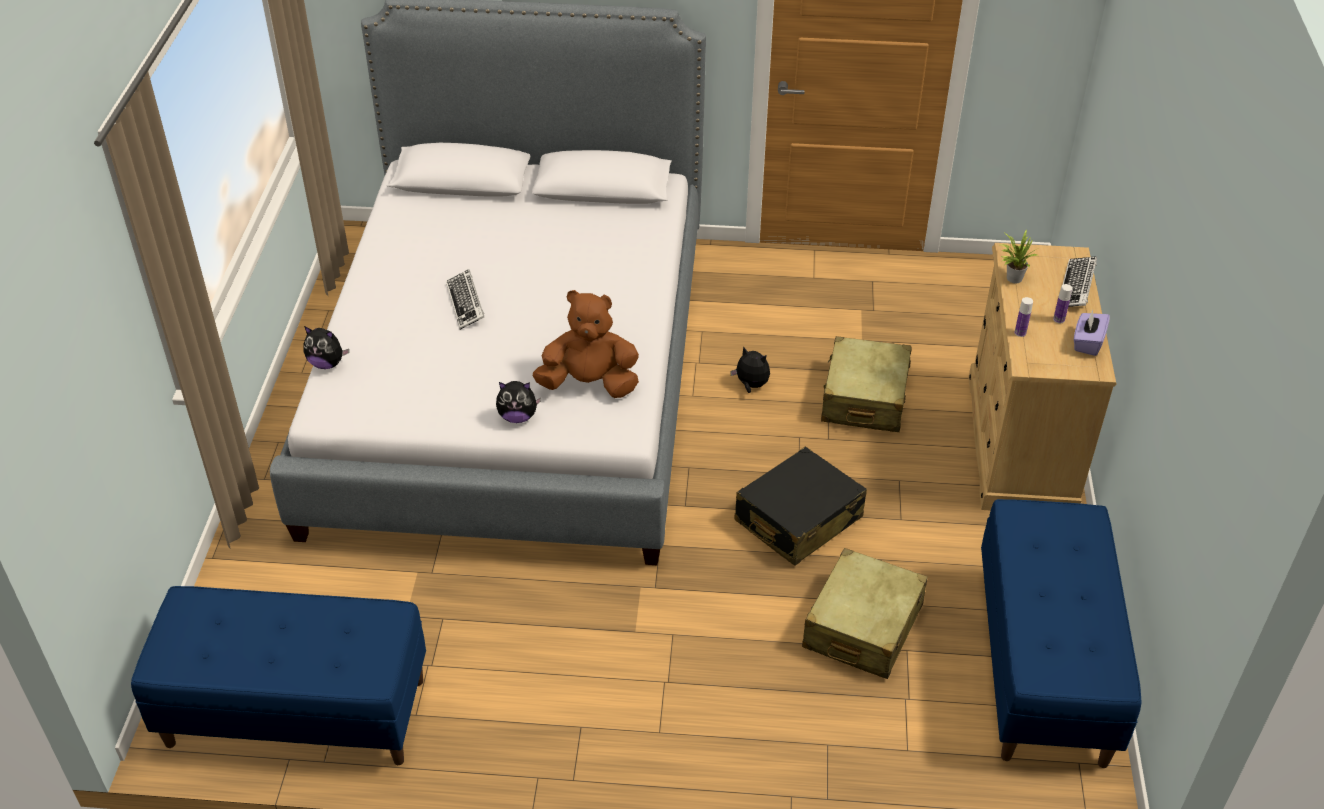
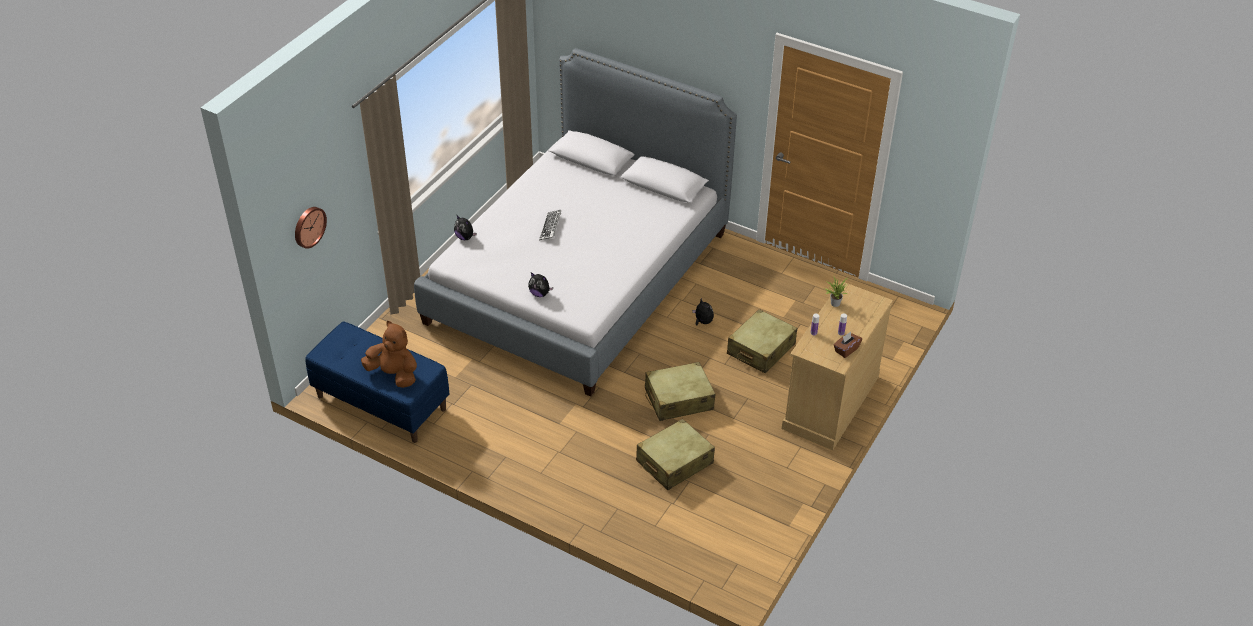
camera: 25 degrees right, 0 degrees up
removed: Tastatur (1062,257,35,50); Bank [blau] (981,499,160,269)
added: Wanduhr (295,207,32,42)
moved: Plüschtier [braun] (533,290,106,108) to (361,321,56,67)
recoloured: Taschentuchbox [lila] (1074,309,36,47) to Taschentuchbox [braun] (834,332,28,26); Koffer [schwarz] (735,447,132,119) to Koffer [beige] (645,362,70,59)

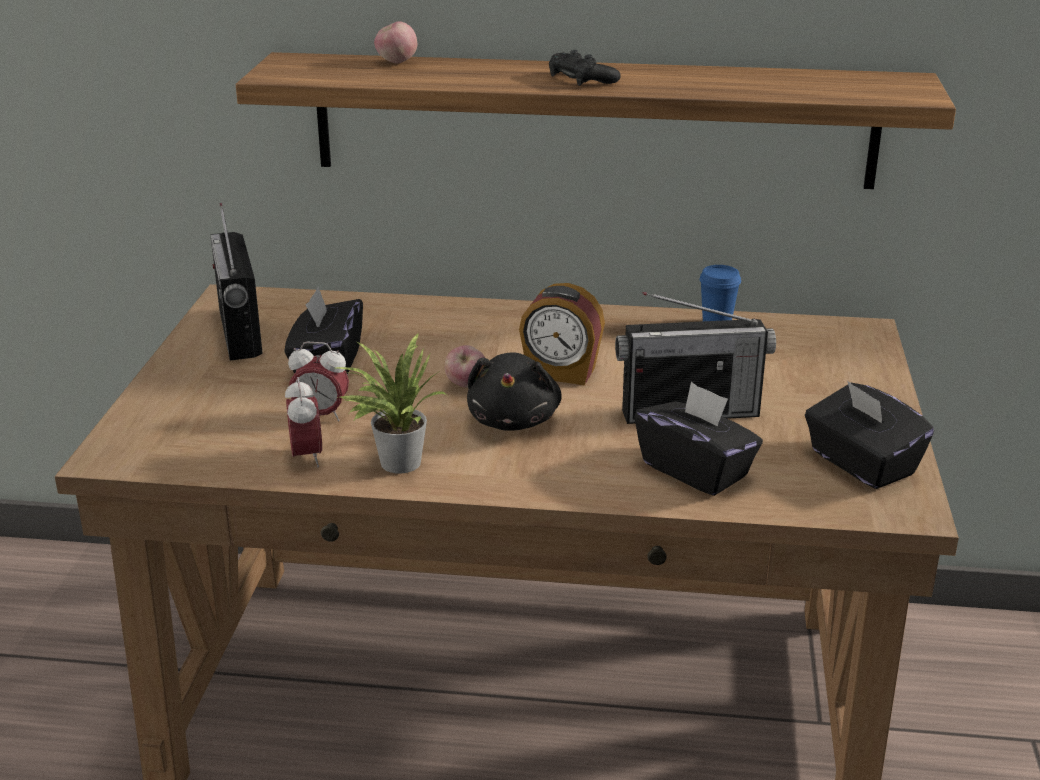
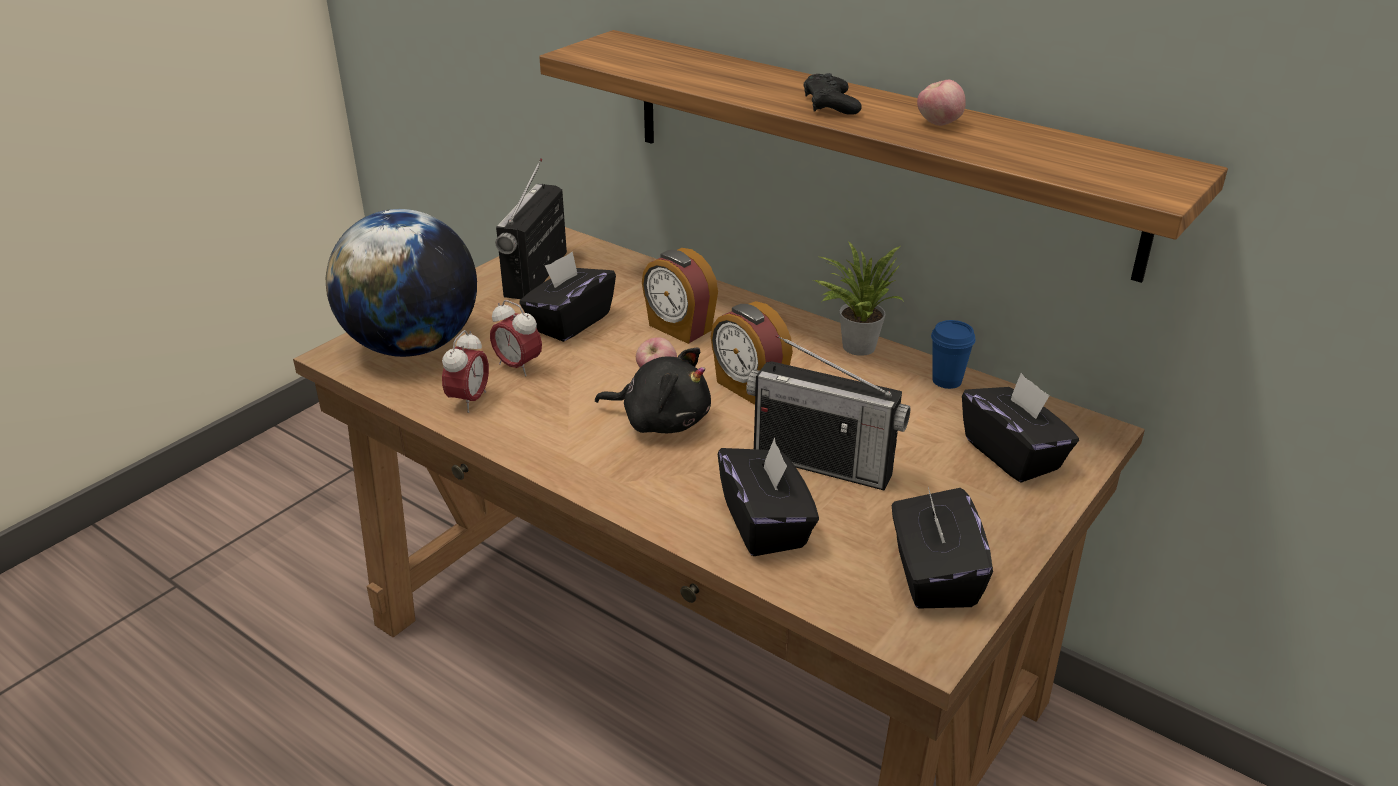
camera: 30 degrees right, 5 degrees up
added: Globus (326,209,151,148); Wecker (642,248,76,96); Taschentuchbox [schwarz] (962,373,117,110)
moved: Apfel (374,21,43,42) to (917,80,49,46); Topfpflanze (337,334,111,139) to (814,241,90,115)
turned: Plüschtier [schwarz] (467,352,95,79) = (595,347,116,86) 105 degrees counterclockwise

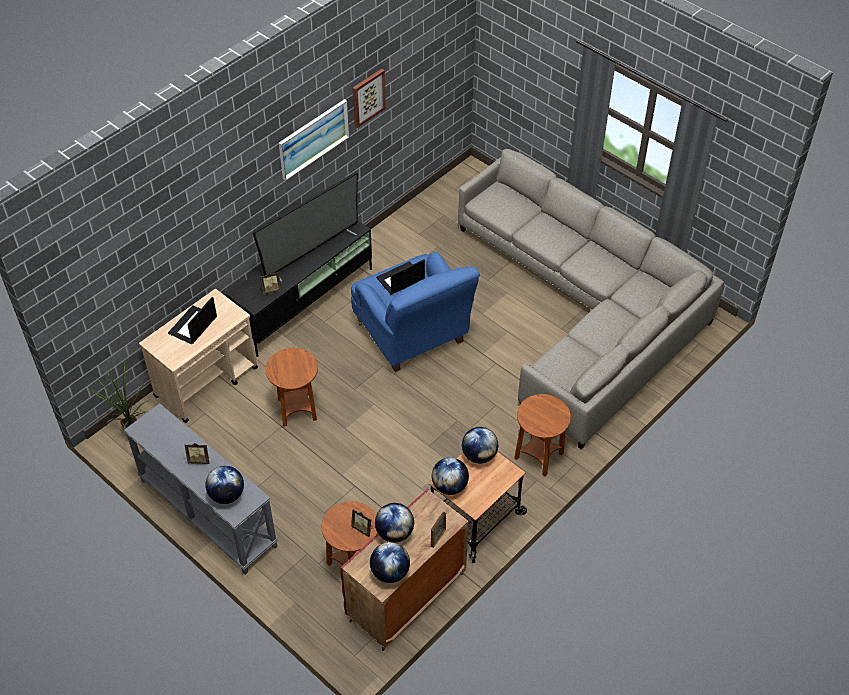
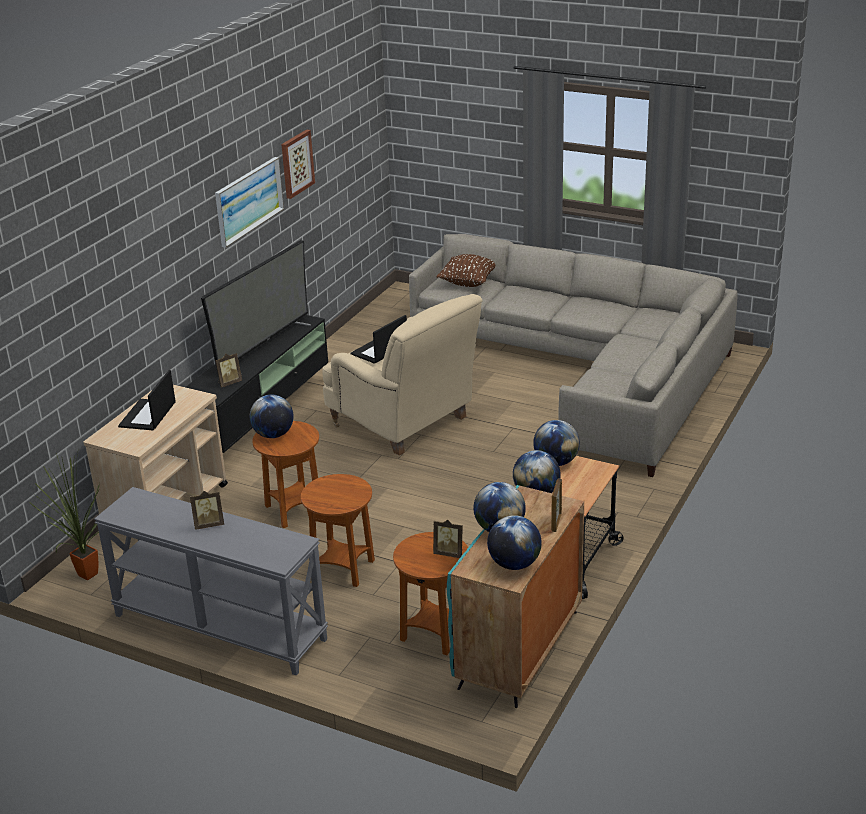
camera: 15 degrees left, 20 degrees down
added: Kissen [braun] (437,254,58,33)
moved: Beistelltisch [braun] (514,394,57,82) to (301,474,74,113); Globus (205,466,39,38) to (250,395,43,43)
recoloured: Sessel [blau] (351,252,129,120) to Sessel [beige] (323,294,159,162); Schrank [rot] (340,489,129,162) to Schrank [türkis] (447,485,137,223)

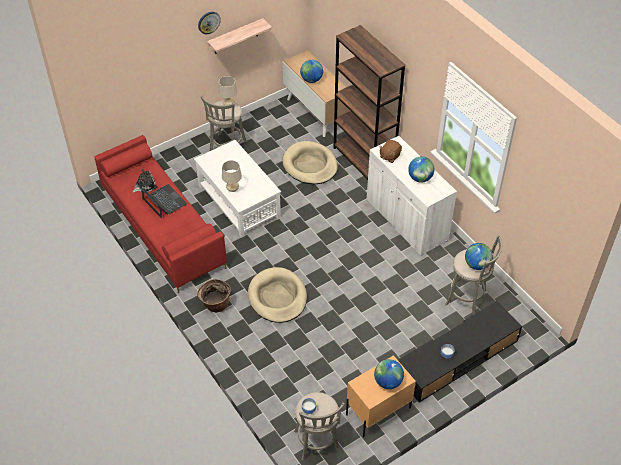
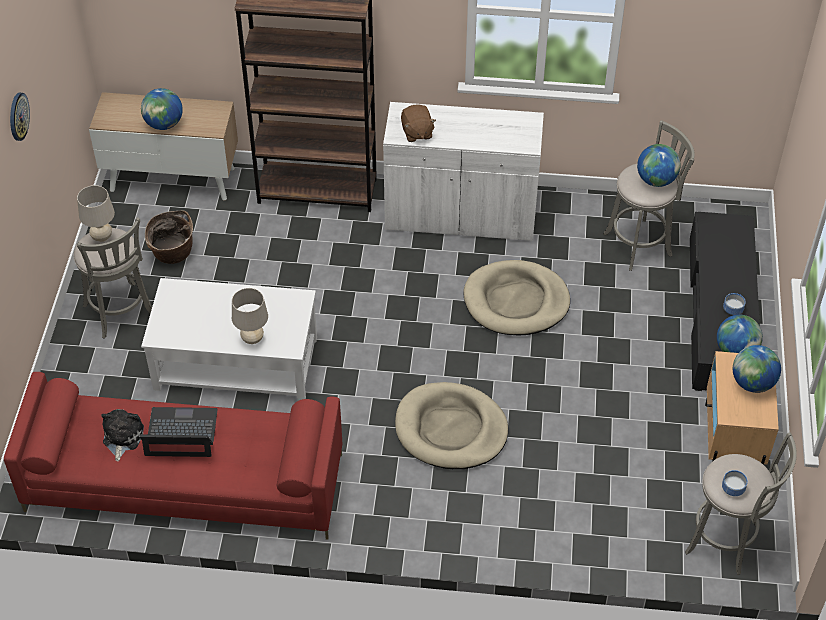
camera: 50 degrees left, 0 degrees up
removed: Wandregal (207,18,65,36)
moved: Hundebett [beige] (283,141,55,43) to (463,260,107,76); Globus (408,156,26,27) to (717,315,46,38); Korb (197,279,34,33) to (145,210,48,54)

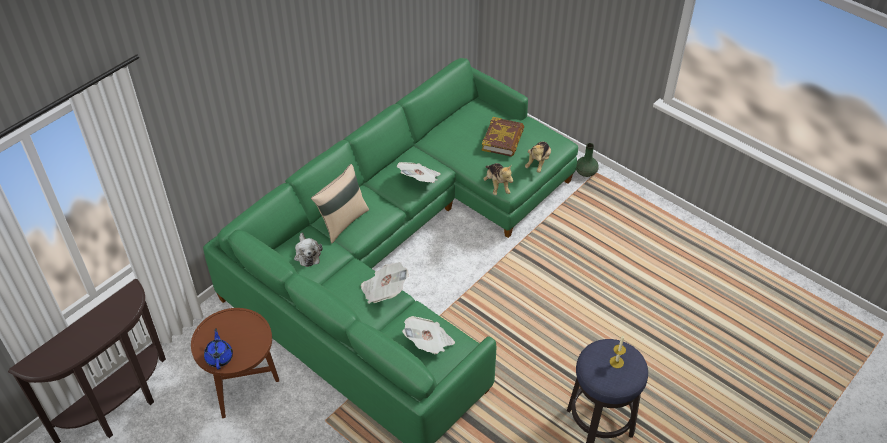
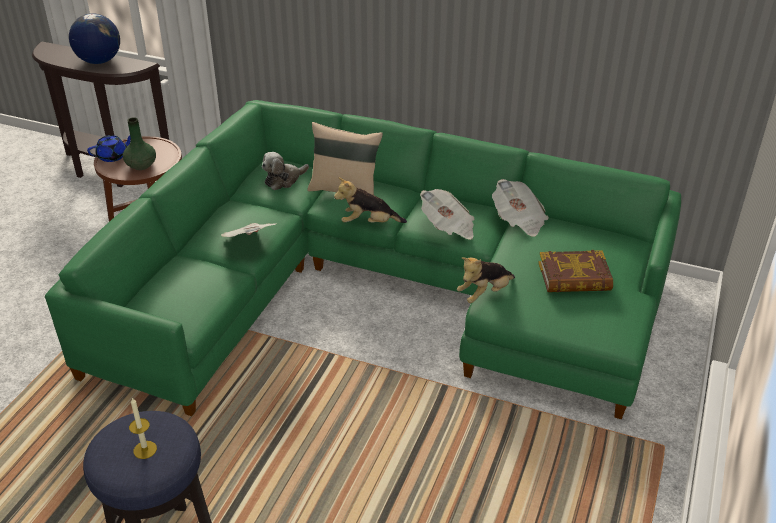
camera: 70 degrees right, 10 degrees down
added: Globus (69,13,51,51)
moved: Plüschtier (525,141,26,32) to (334,177,73,46); Vase [grün] (576,143,23,34) to (123,117,33,53); Zeitung (402,316,53,38) to (492,179,57,58)

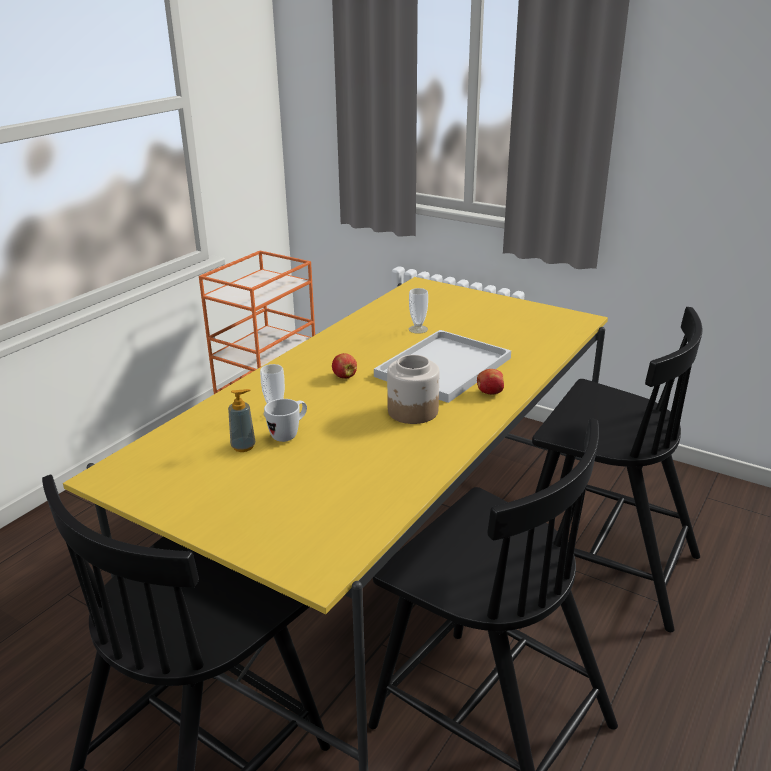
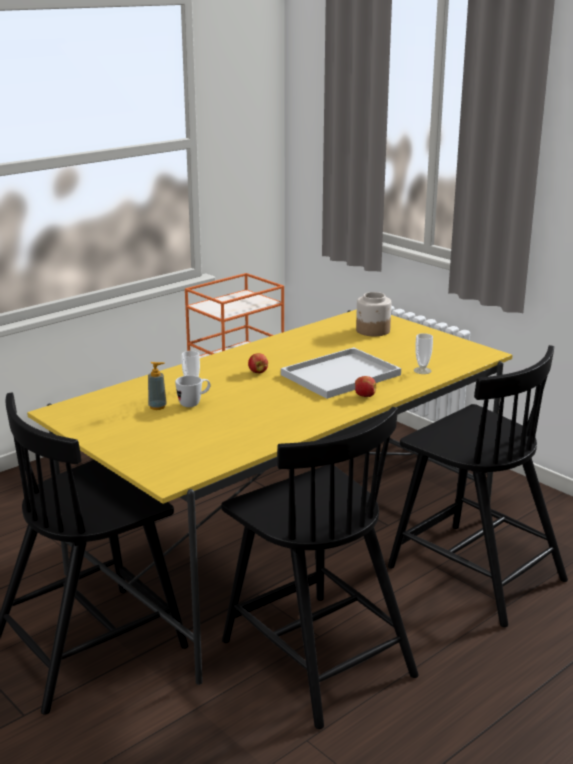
camera: 15 degrees right, 5 degrees down
moved: Tasse (409,288,19,46) to (414,333,19,41); Vorratsglas (387,355,52,69) to (356,292,35,44)

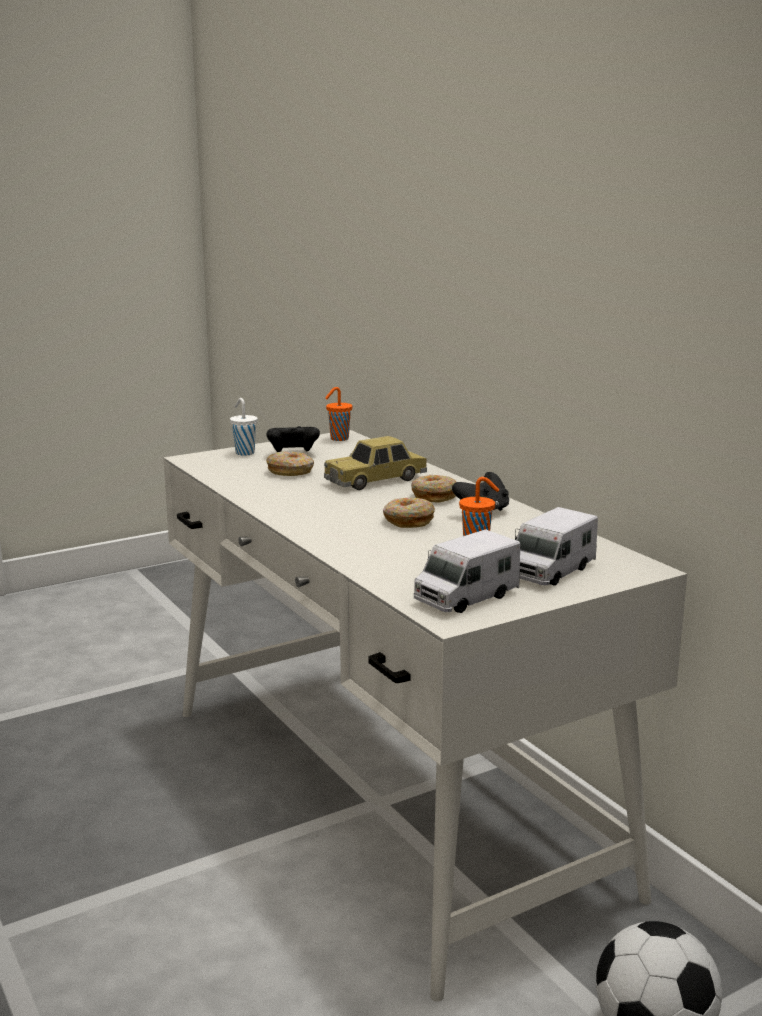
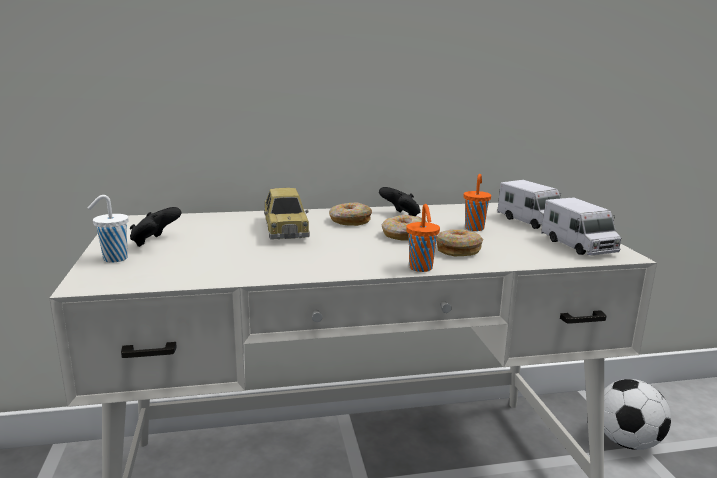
camera: 70 degrees left, 0 degrees up
moved: Tasse [orange] (325,387,28,54) to (406,204,34,68); Donut (266,451,48,25) to (436,229,47,27)

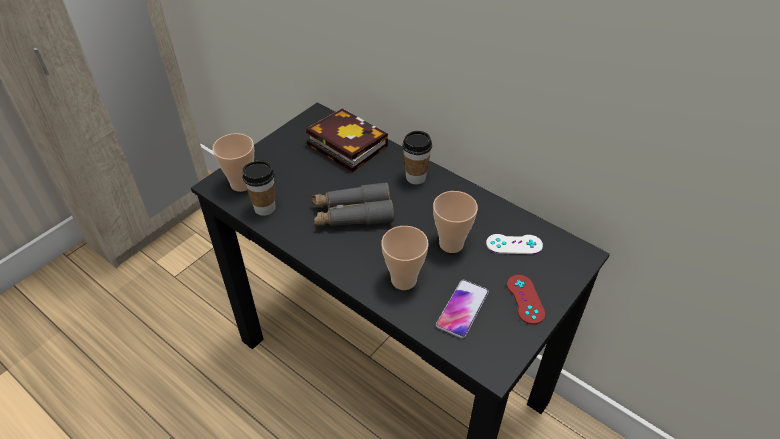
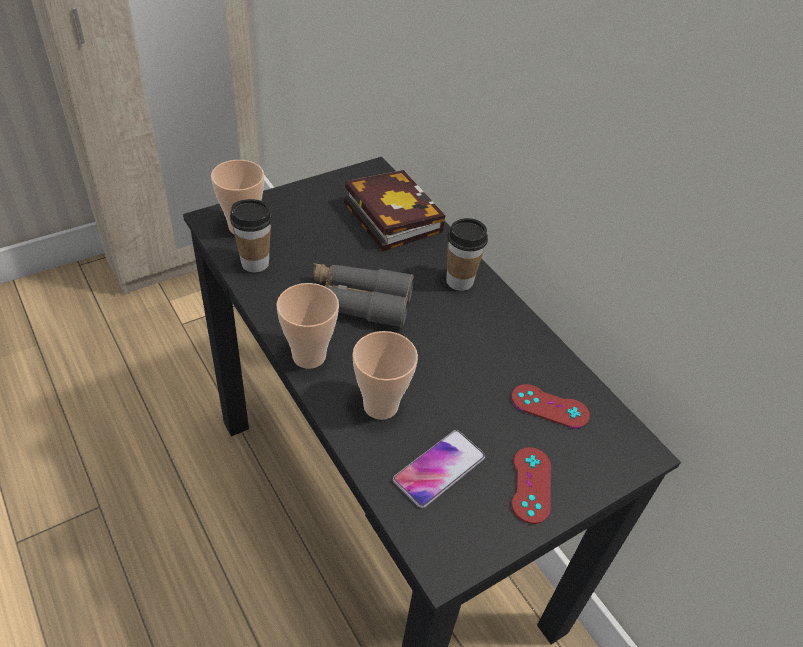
camera: 15 degrees right, 0 degrees up
moved: Tasse (433,191,45,62) to (277,283,62,86)
recoloured: Gamepad [weiß] (486,234,57,20) to Gamepad [rot] (511,384,79,44)

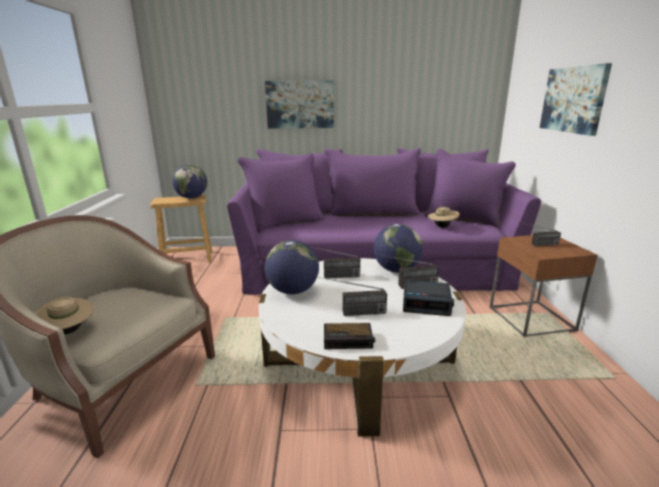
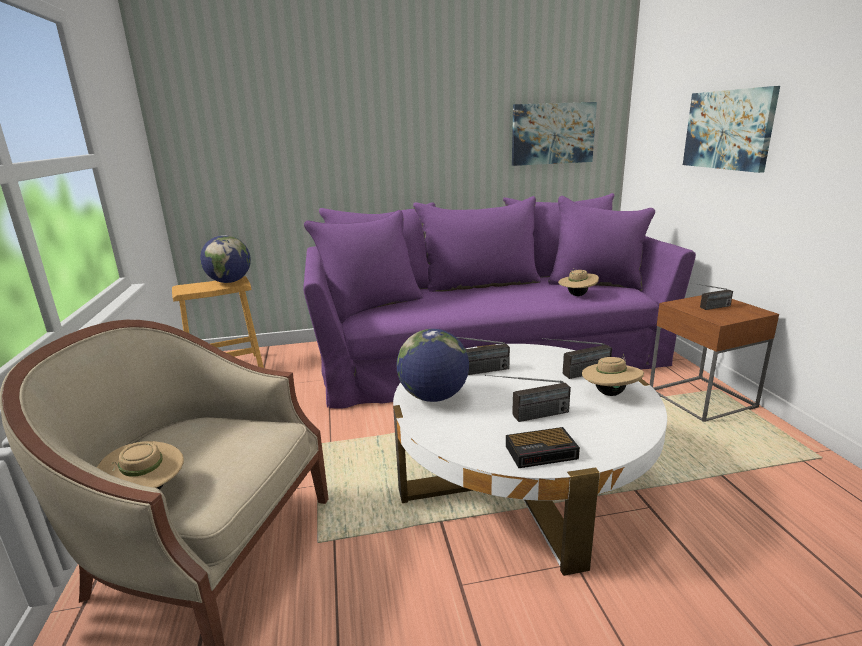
camera: 10 degrees left, 0 degrees up
removed: Globus (374,224,49,49)
moved: Bild (265,80,69,49) to (512,102,85,64)
replaced: Wecker (403,280,51,36) to Hut [beige] (582,354,62,42)

